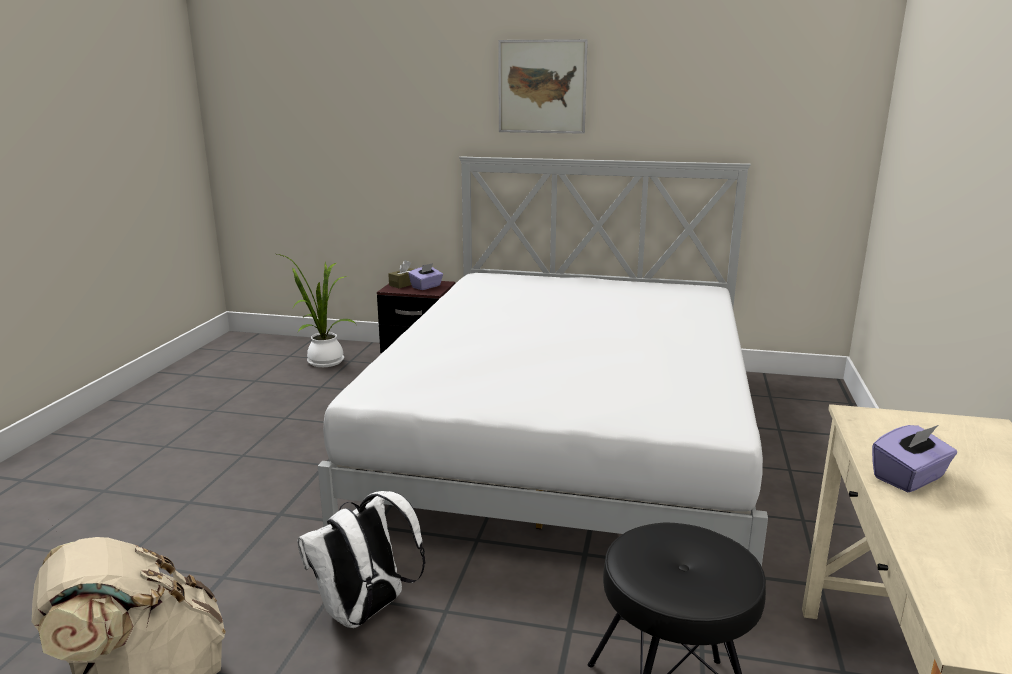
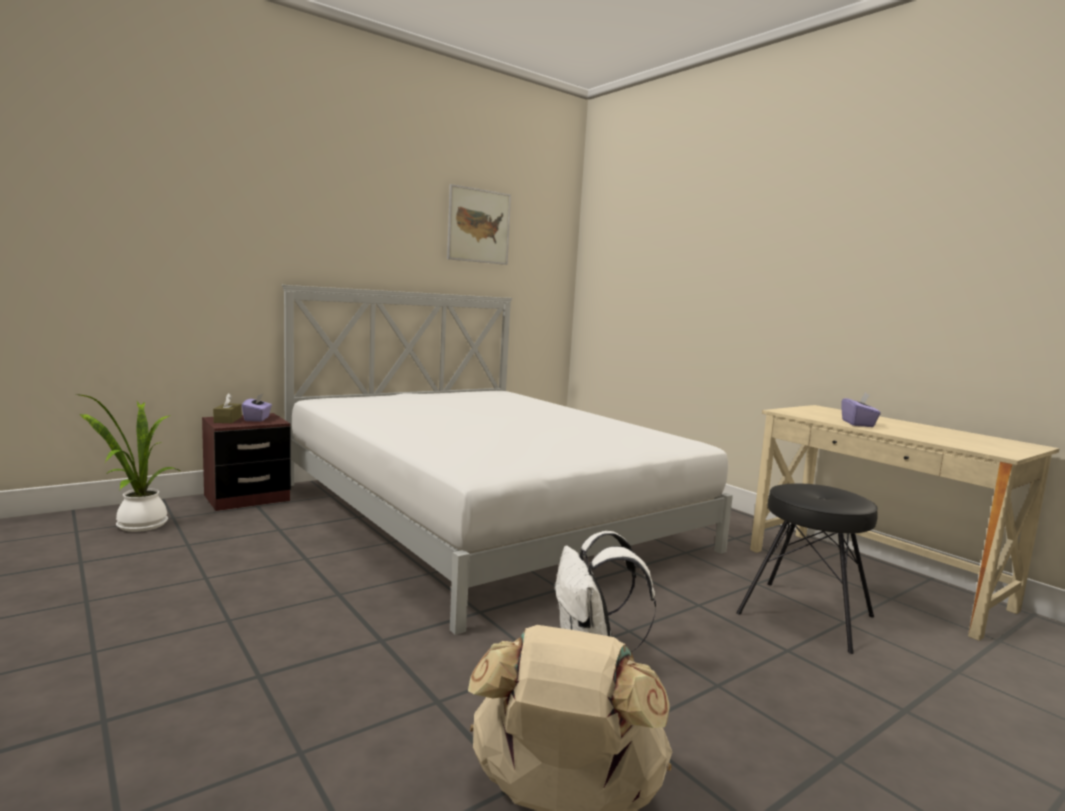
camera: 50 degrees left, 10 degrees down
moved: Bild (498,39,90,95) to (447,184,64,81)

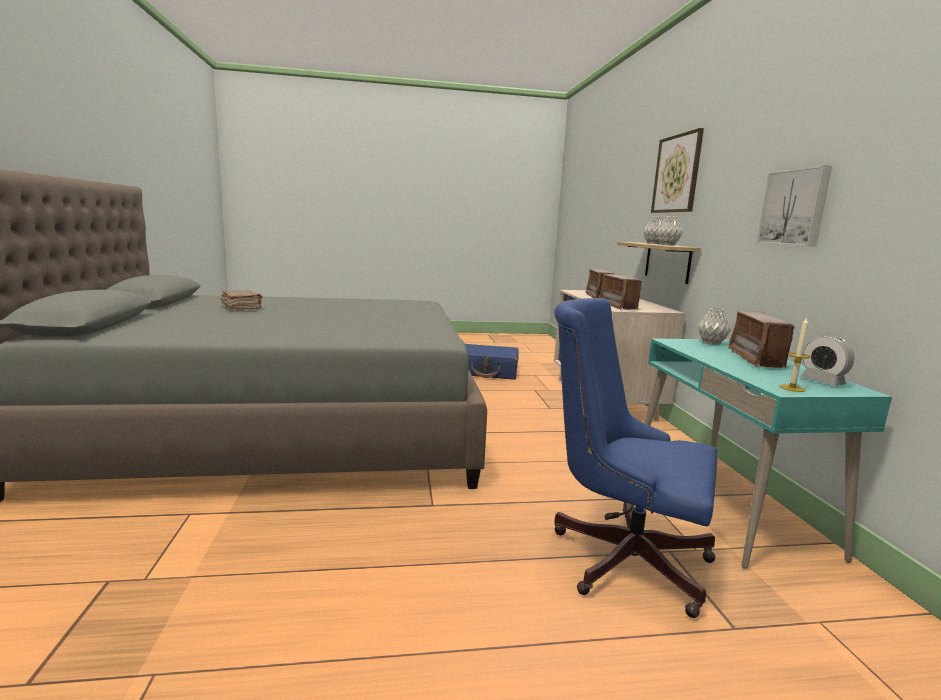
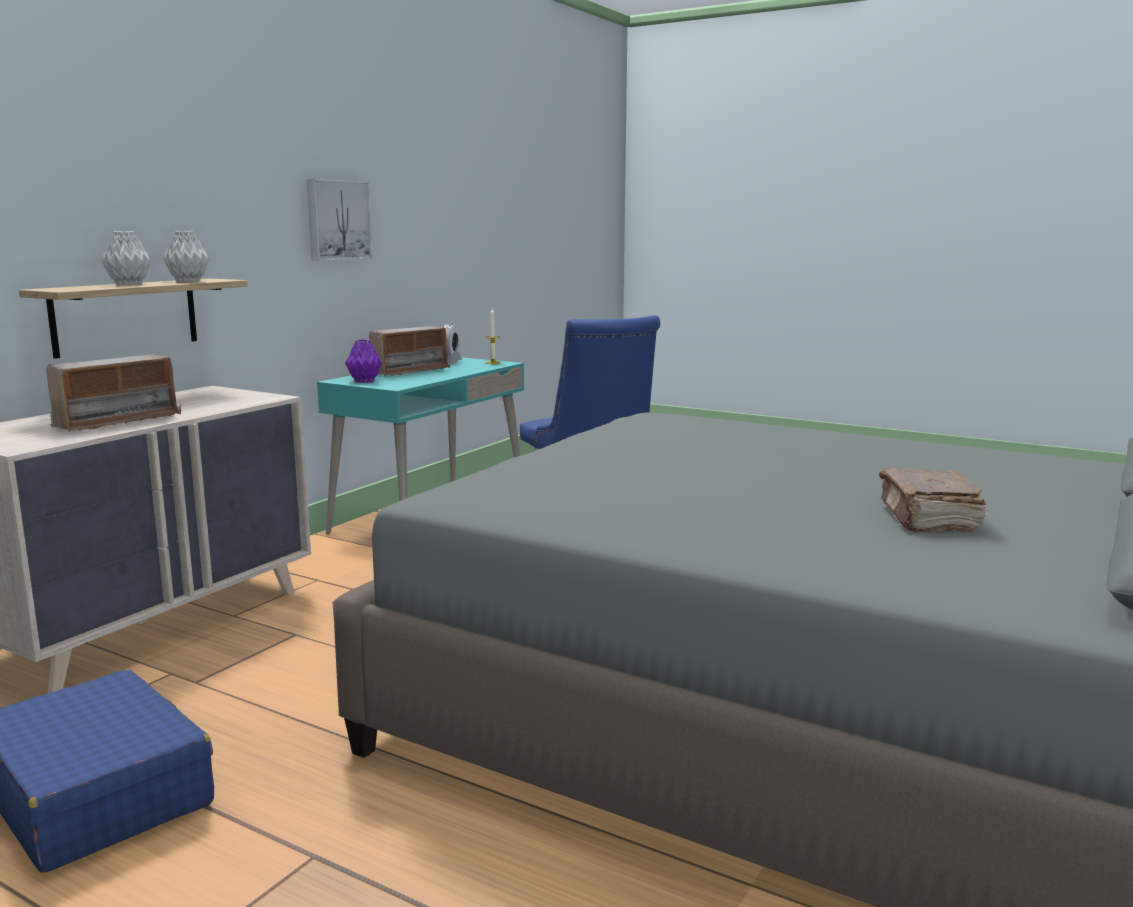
camera: 140 degrees left, 0 degrees up
removed: Bild (651,128,53,85); Radio (599,274,43,36)
recoloured: Vase [grau] (697,308,34,37) to Vase [lila] (345,340,37,43)

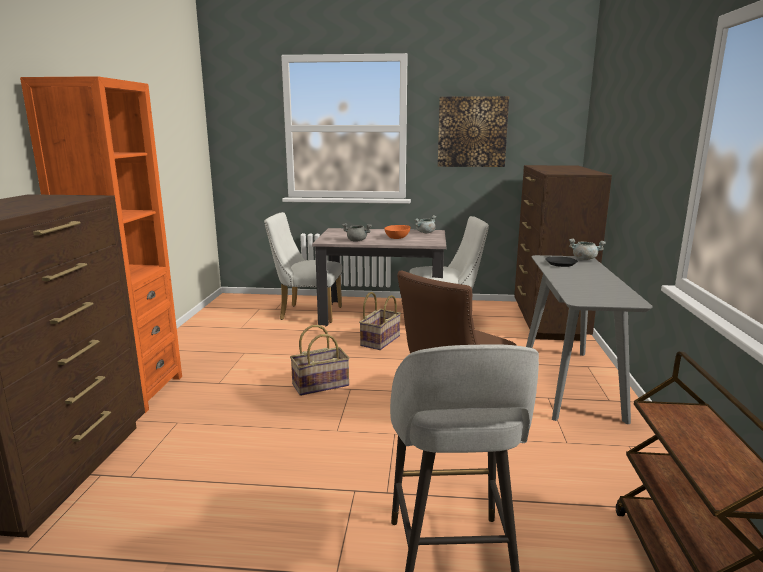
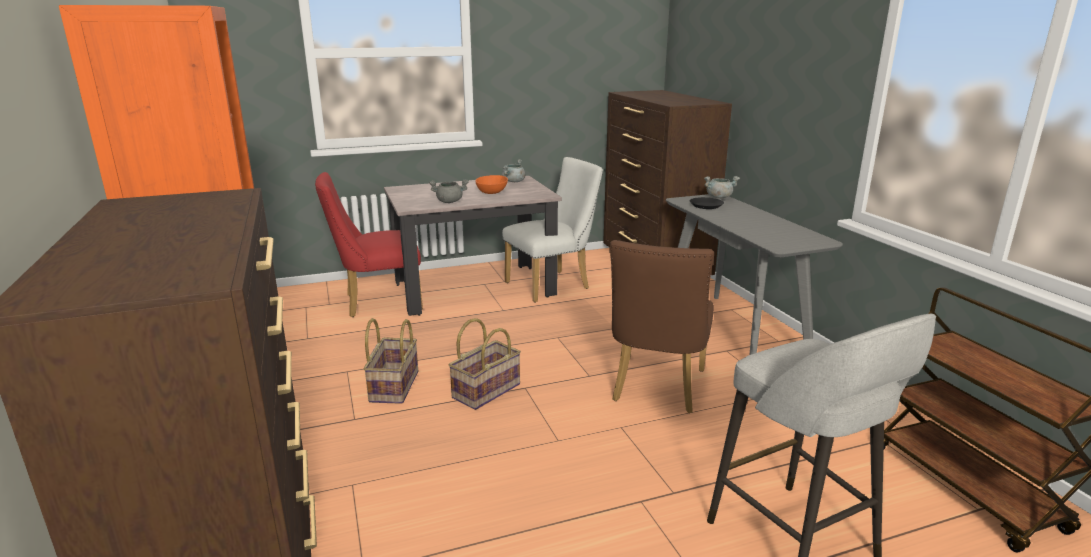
camera: 25 degrees left, 5 degrees up
removed: Bild (438,96,71,71)
moved: Korb (359,292,42,58) to (363,318,55,86)
recoloured: Stuhl [weiß] (264,212,78,111) to Stuhl [rot] (315,172,108,145)

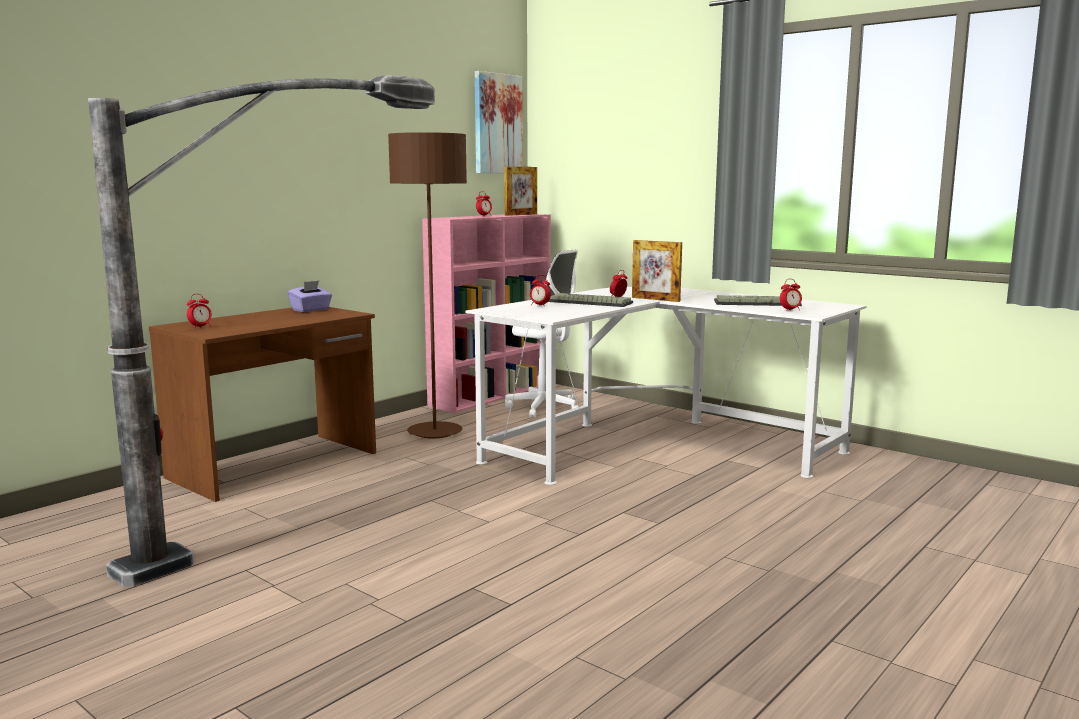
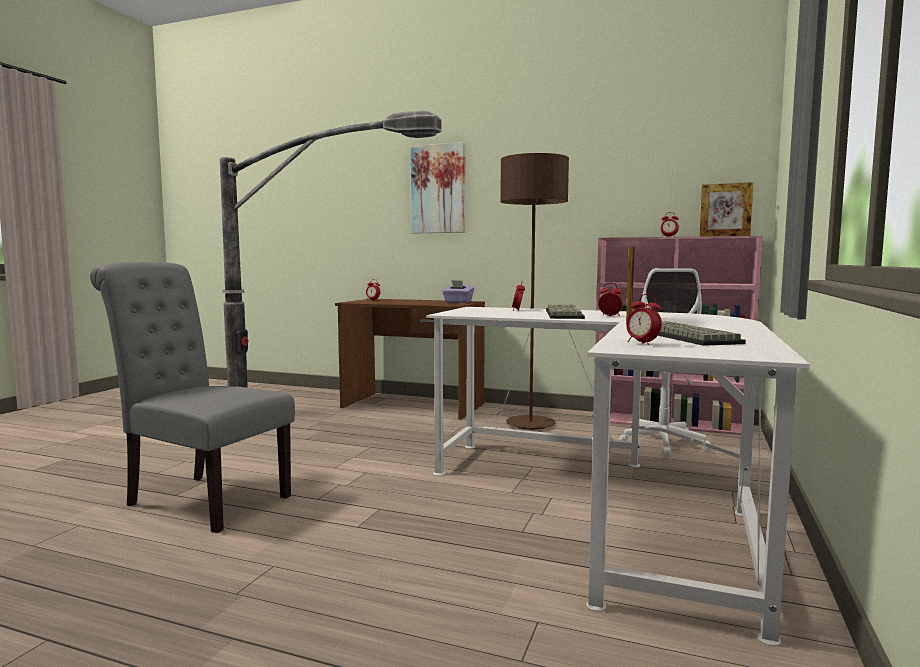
camera: 70 degrees right, 5 degrees down
added: Stuhl [grau] (90,262,205,271)
moved: Bild (475,71,48,102) to (410,142,55,91)

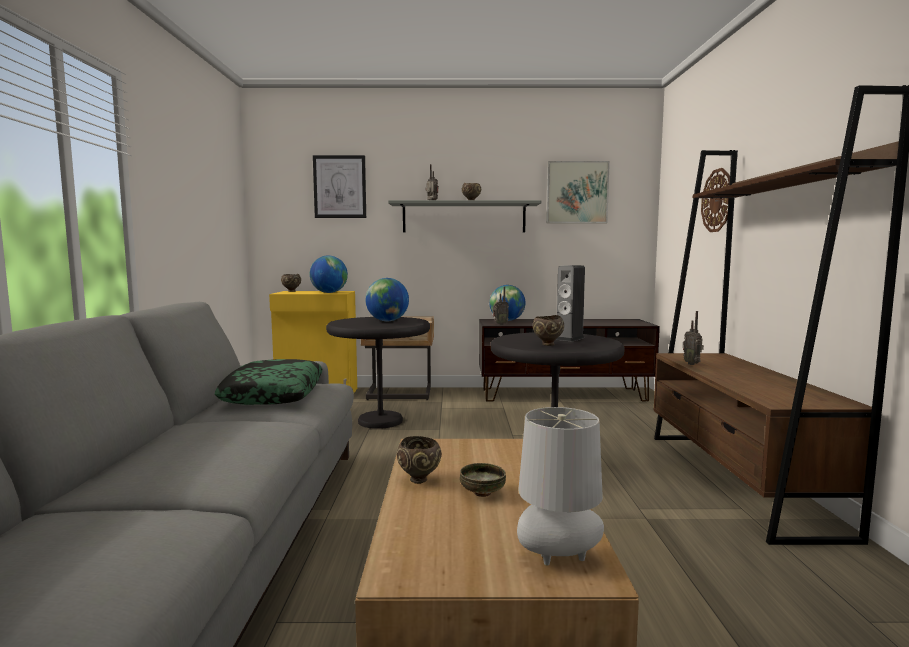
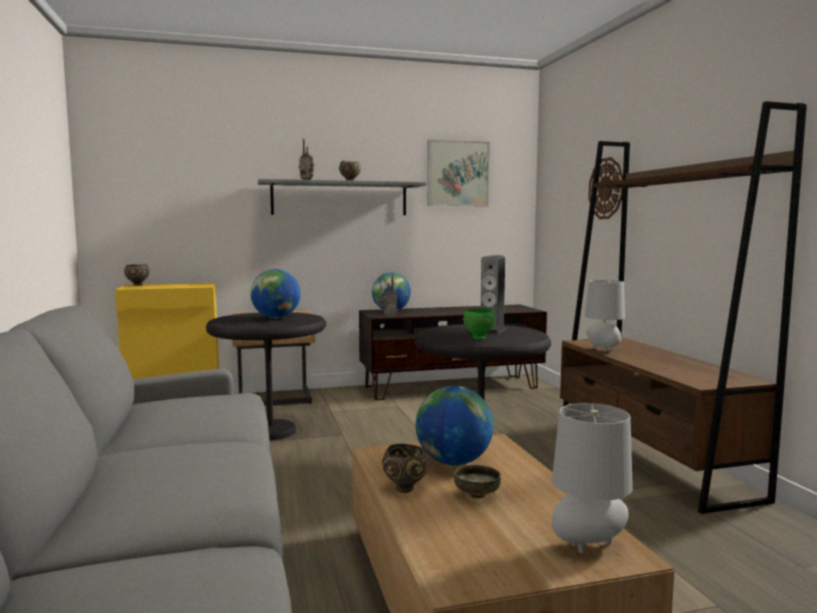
camera: 15 degrees left, 0 degrees up
removed: Bild (313,155,53,63); Kissen (214,359,109,46)
moved: Globus (310,255,38,38) to (416,386,78,79)
replaced: Radio (683,311,21,54) to Tischlampe [grau] (585,280,40,72)
recoloured: Schüssel [braun] (533,315,31,31) to Schüssel [grün] (463,308,32,32)

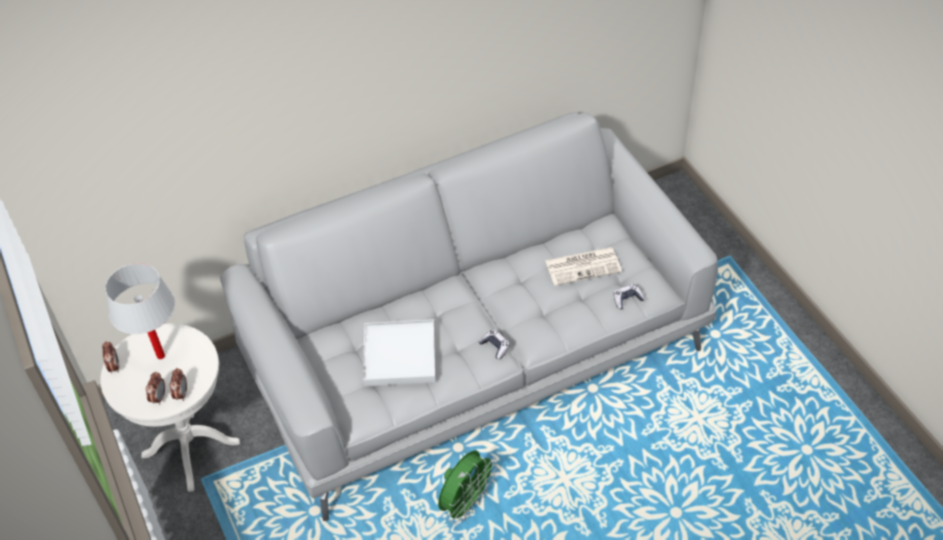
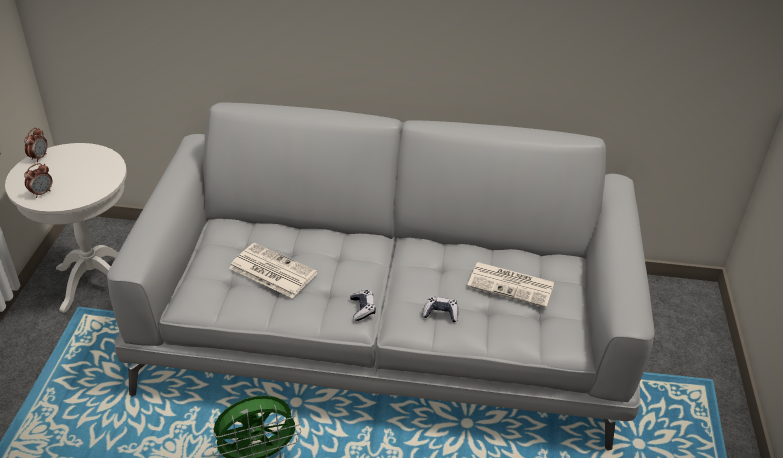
camera: 30 degrees right, 10 degrees down
removed: Tischlampe [weiß] (105,263,70,96); Wecker (170,368,17,33)
moved: Gamepad (614,284,31,25) to (423,296,35,26)
replaced: Tablett [weiß] (363,319,73,67) to Zeitung (229,243,88,55)

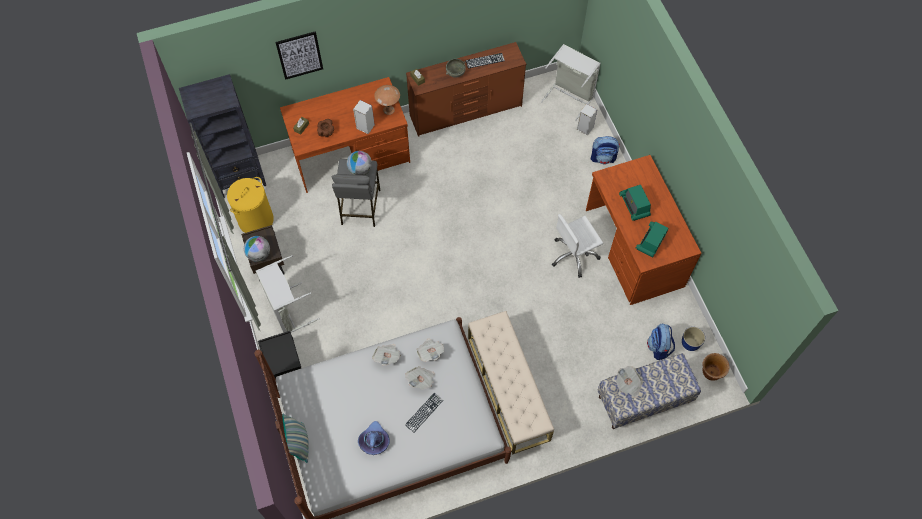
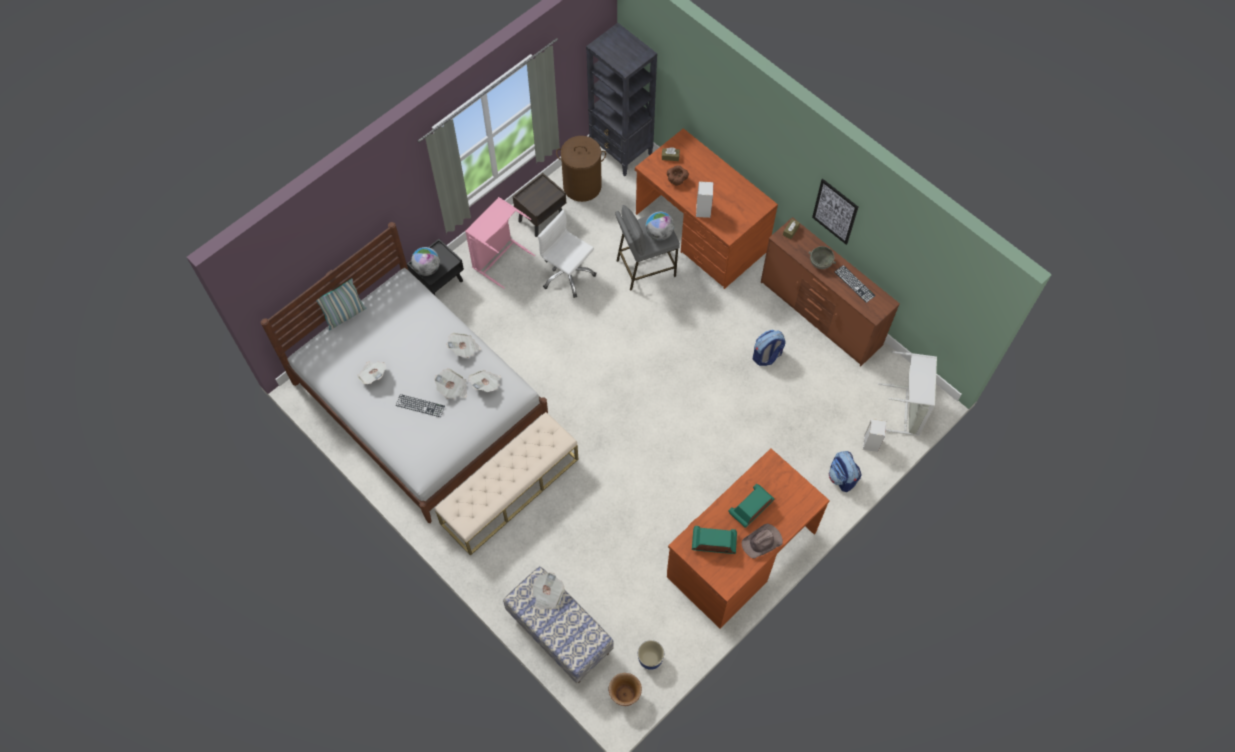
camera: 65 degrees right, 0 degrees up
removed: Tischlampe [braun] (374,85,26,30)
added: Hut [braun] (741,524,42,34)
moved: Bild (275,31,48,49) to (812,179,46,66); Bürostuhl [weiß] (552,214,51,64) to (538,210,58,88); Globus (244,236,26,26) to (411,247,29,29); Rucksack (647,324,28,36) to (753,330,32,36)
replaced: Hut [lila] (358,421,32,34) to Zeitung (357,361,30,23)
recoloured: Wäschekorb [gelb] (227,177,47,56) to Wäschekorb [braun] (556,136,50,66); Wäschekorb [grau] (256,255,64,78) to Wäschekorb [rosa] (465,197,70,92)

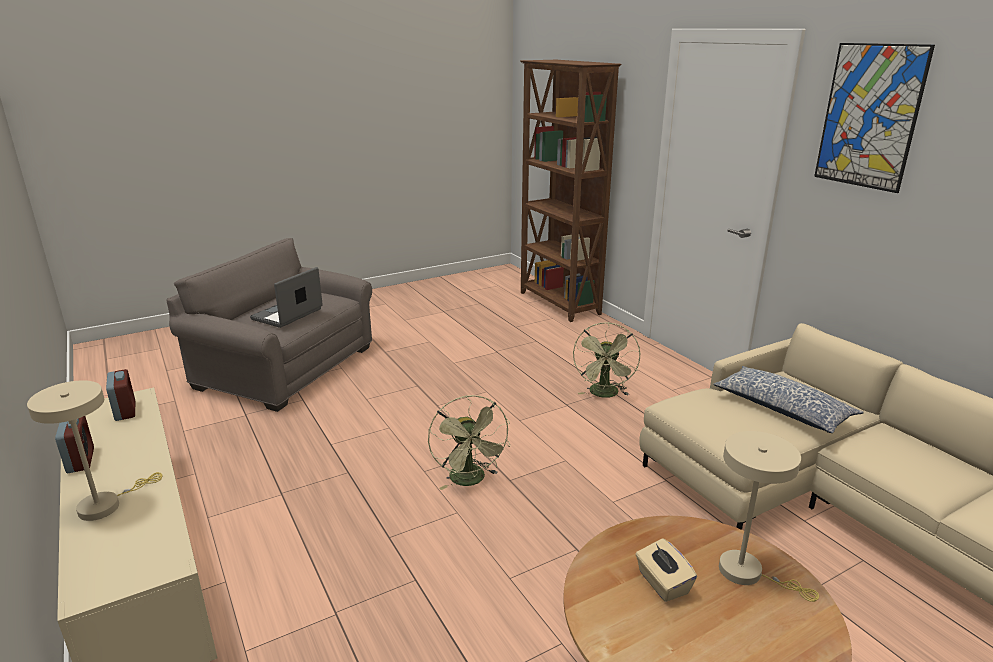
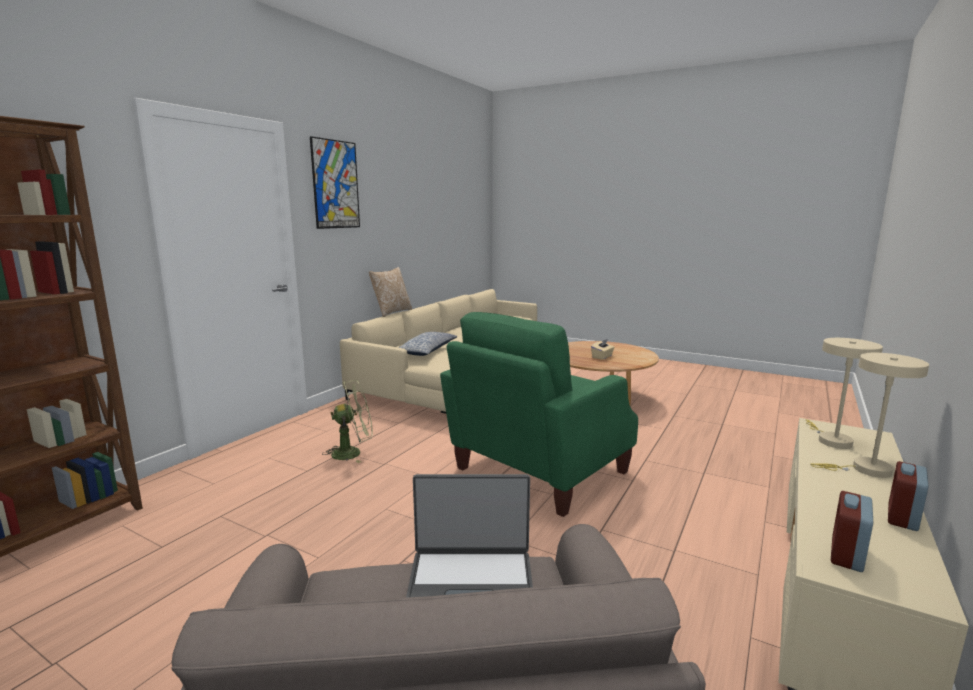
camera: 120 degrees left, 10 degrees down
added: Kissen (369,267,43,50)
moved: Tischlampe [beige] (719,431,100,171) to (806,338,77,111)
replaced: Ventilator [grün] (428,395,82,95) to Sessel [grün] (440,312,198,205)

